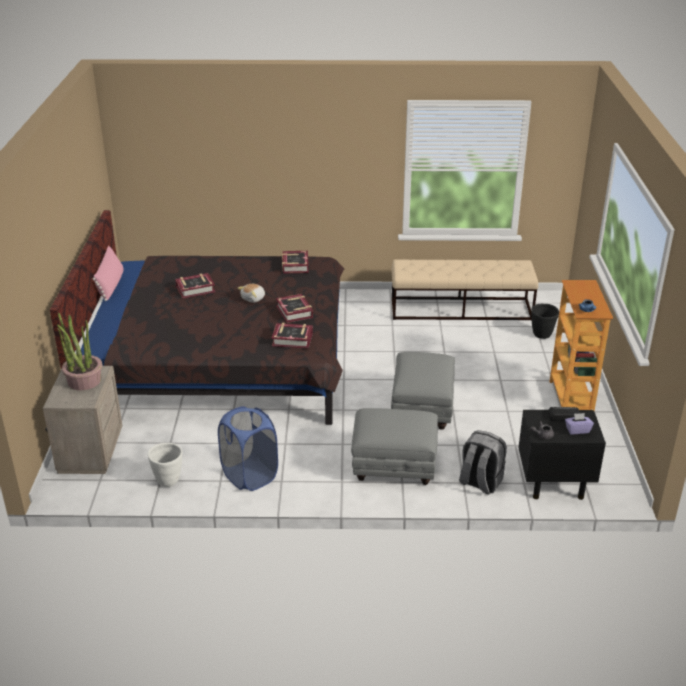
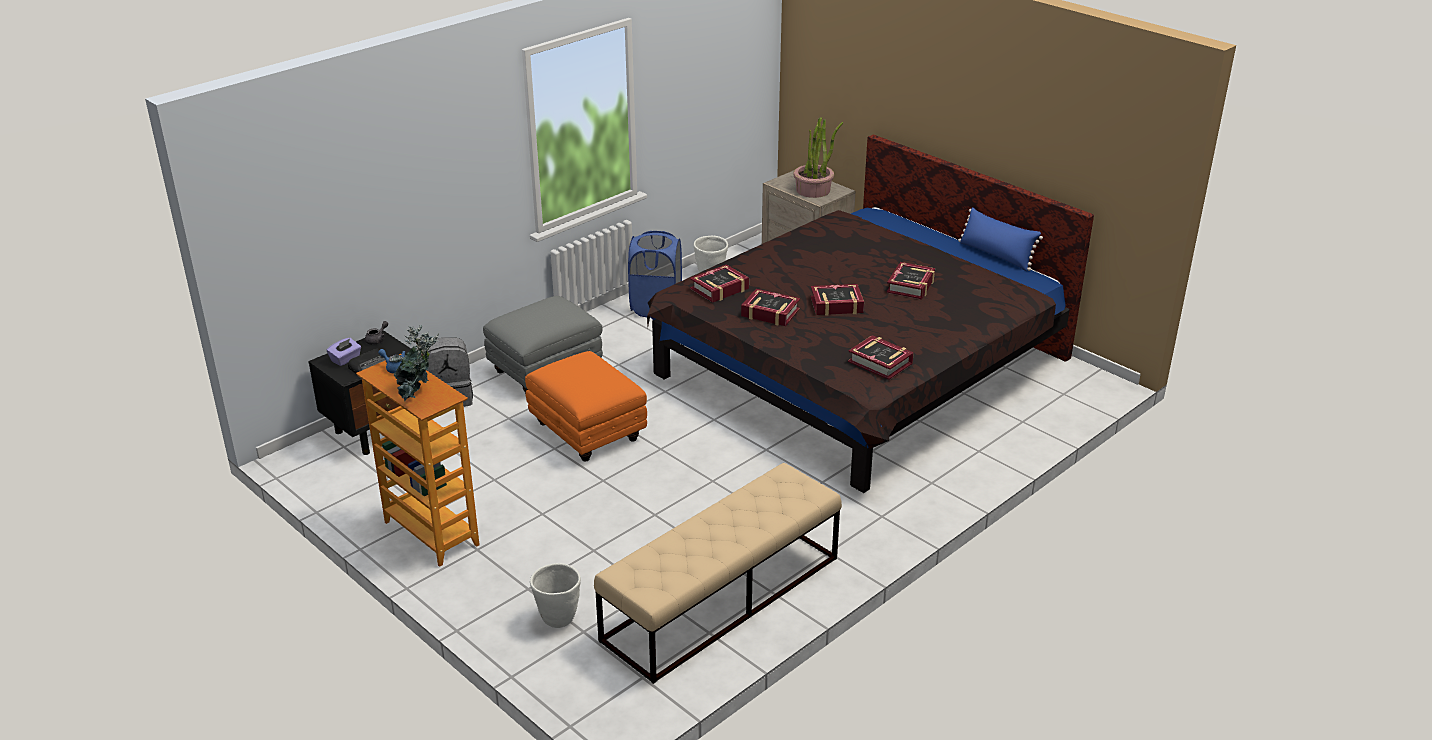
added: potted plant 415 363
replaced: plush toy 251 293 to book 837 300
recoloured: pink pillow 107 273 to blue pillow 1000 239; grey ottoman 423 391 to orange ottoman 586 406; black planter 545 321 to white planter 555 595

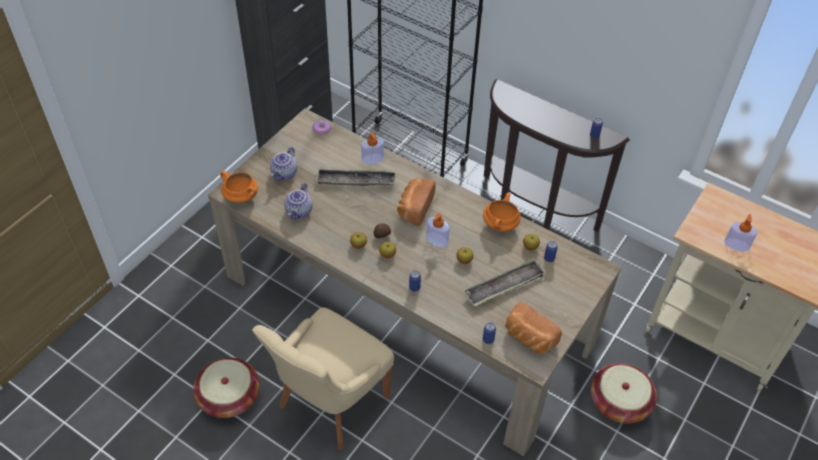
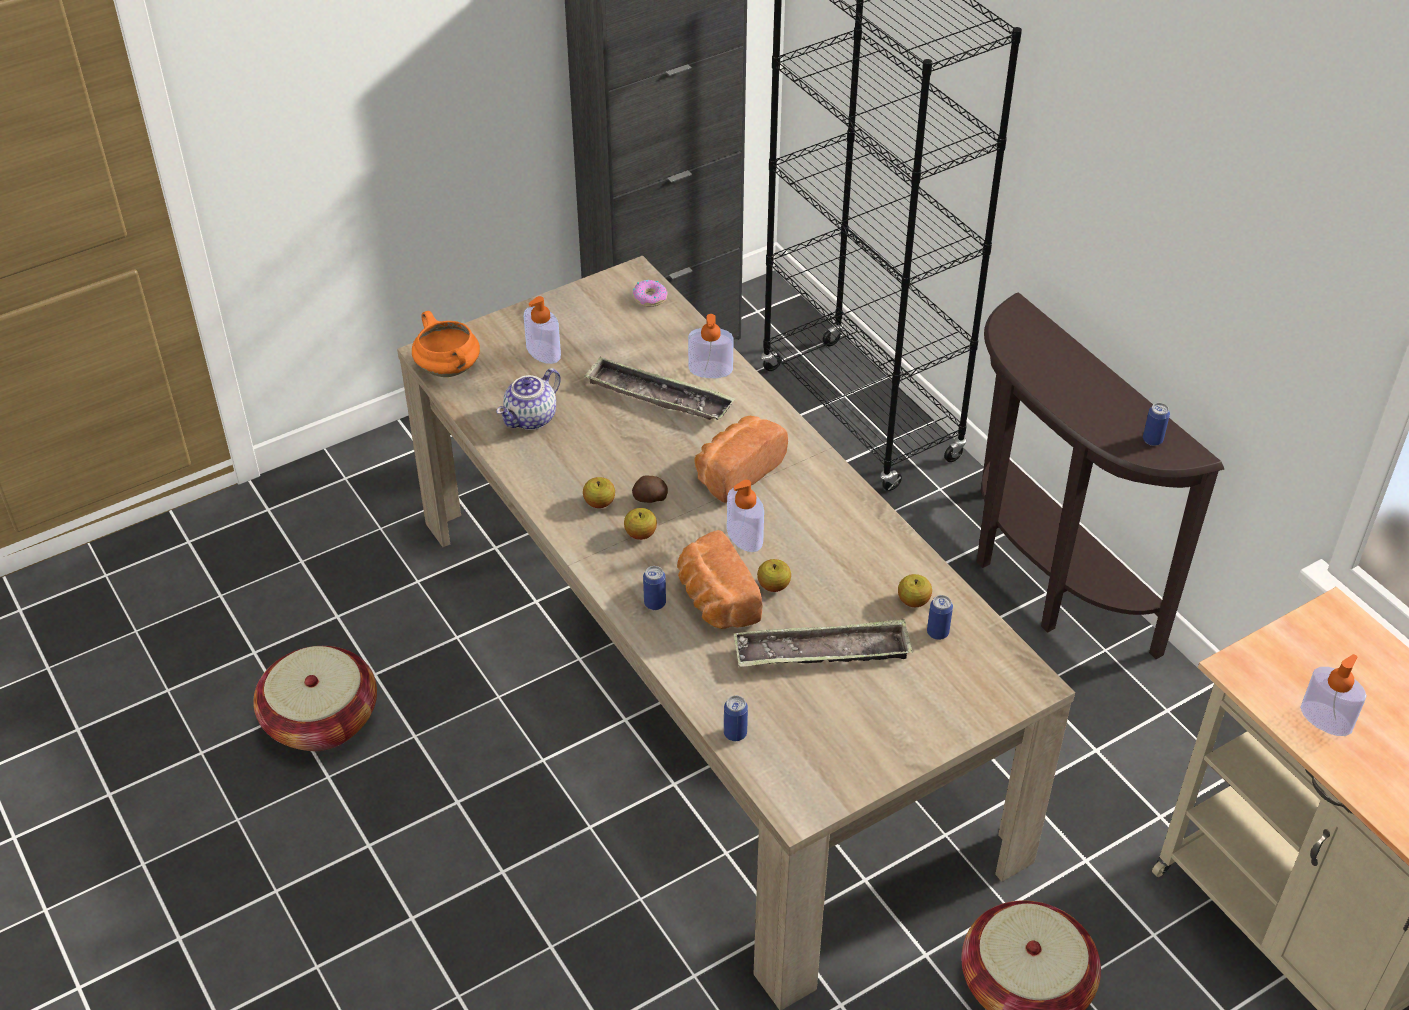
removed: beige chair 323 378; orange cooking pot 502 212
moved: bread 533 328 to 720 579
replaced: teapot 283 164 to soap dispenser 542 330

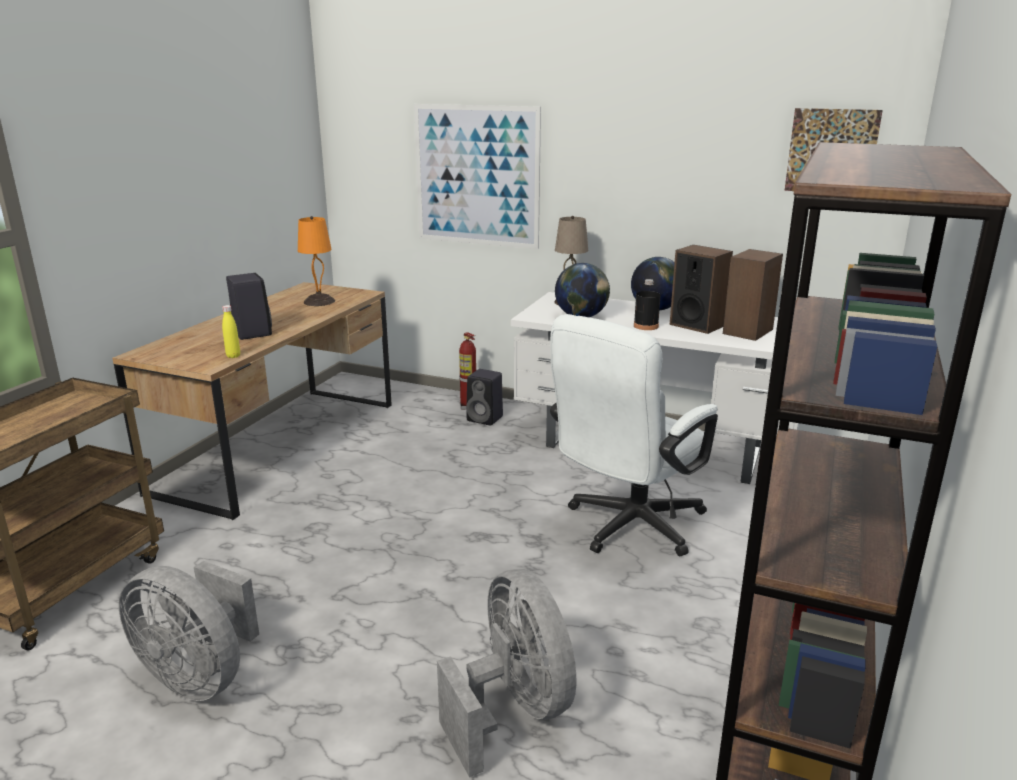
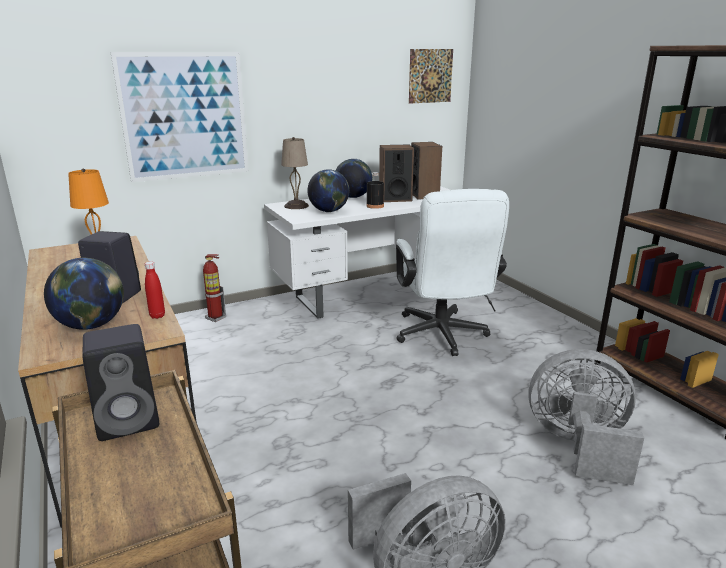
added: globe 84 293
moved: black speaker 484 397 to 121 382
recoloured: yellow bottle 231 331 to red bottle 155 290

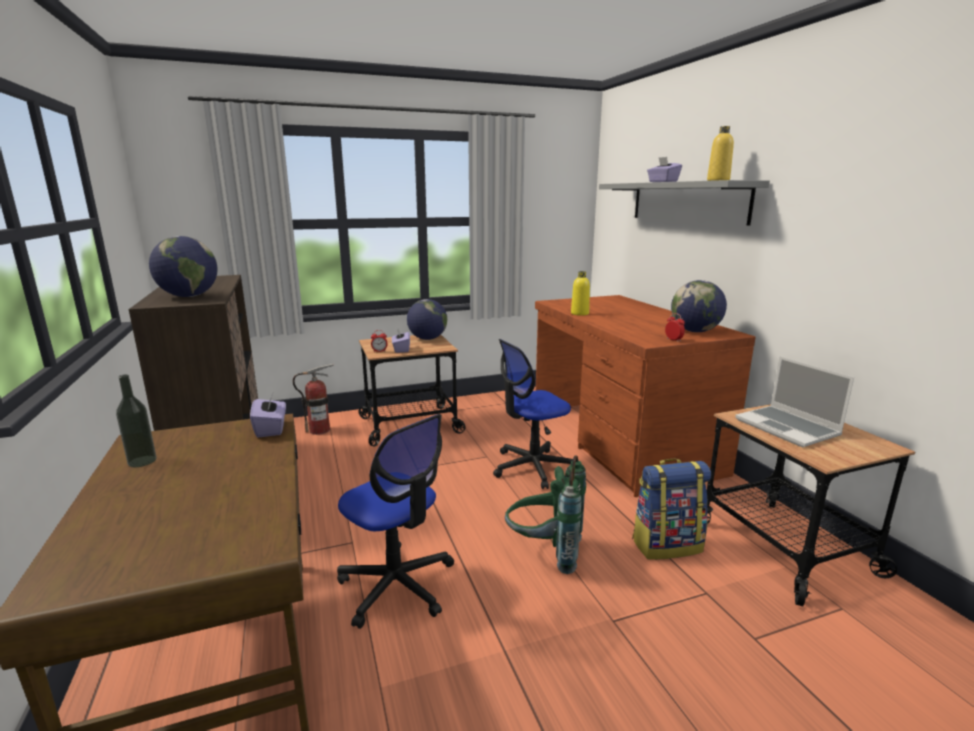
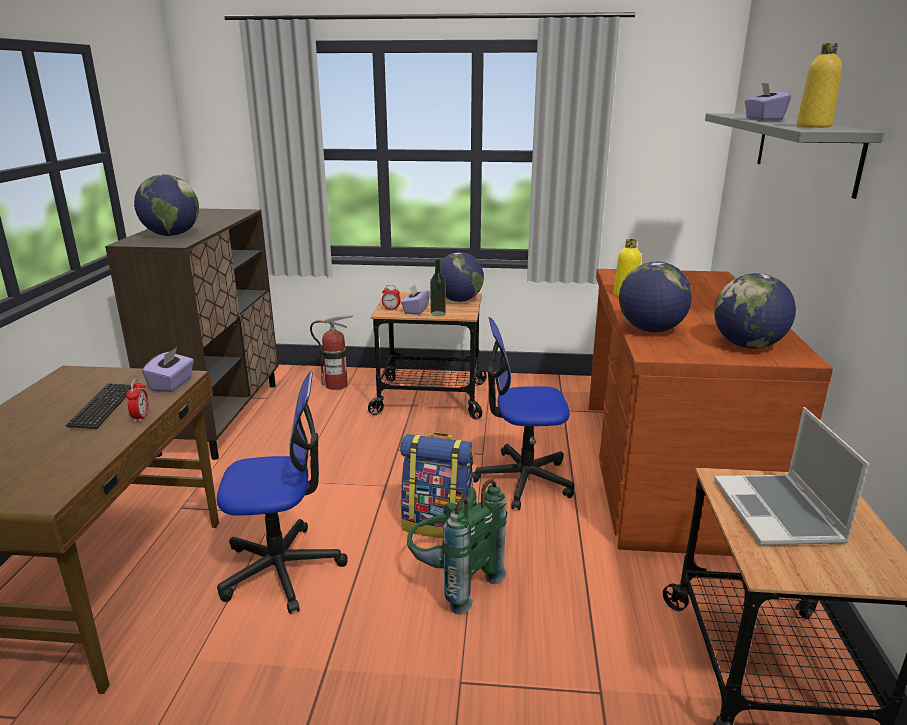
added: keyboard 100 406; globe 655 297
moved: bottle 136 421 to 438 287; backpack 671 509 to 437 485; alarm clock 675 327 to 137 400
turned: office chair 395 521 = 282 493 75 degrees counterclockwise

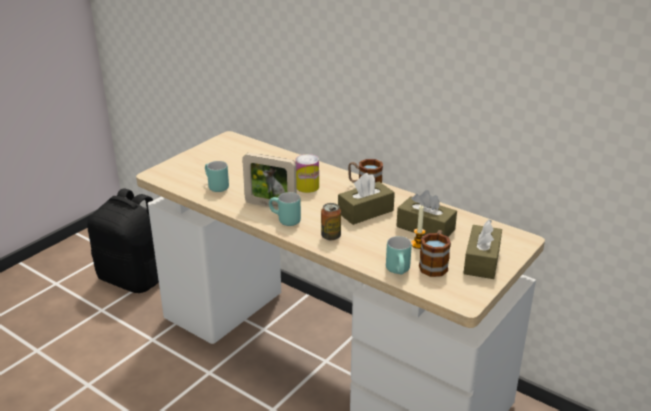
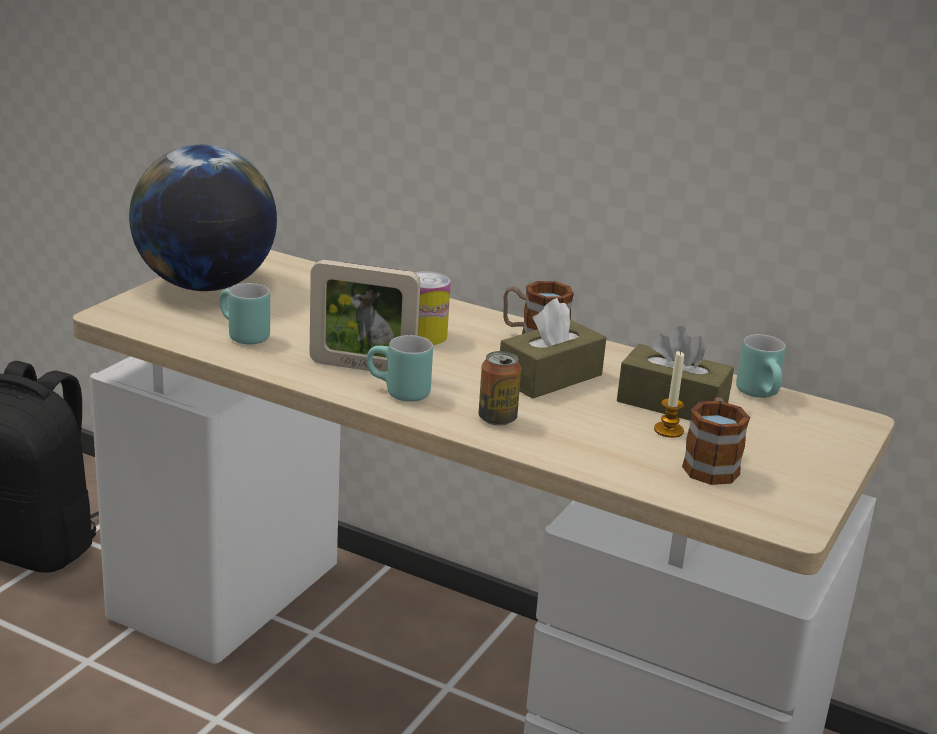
removed: brown tissue box 482 249
added: globe 203 218
moved: turquoise mug 399 255 to 761 366

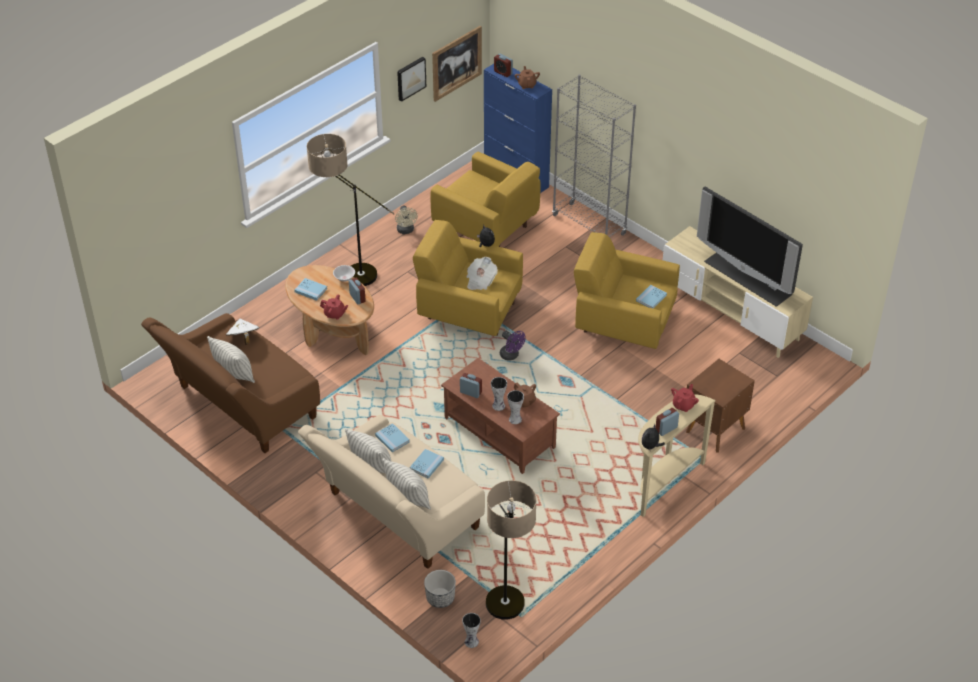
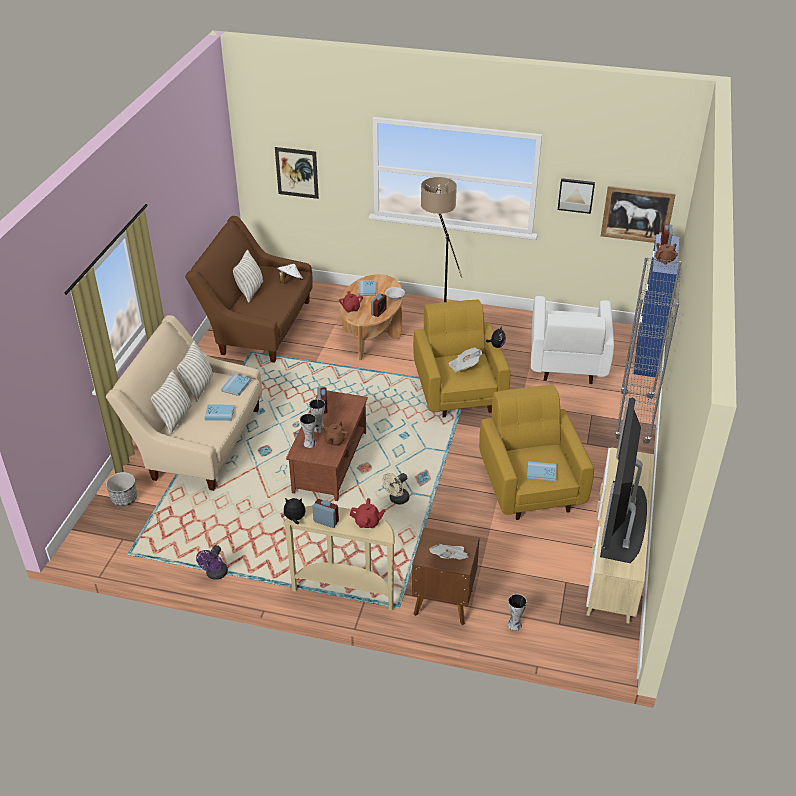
removed: floor lamp 511 550
added: picture 297 173; newspaper 449 552
moved: beige fan 406 219 to 396 489; vase 471 630 to 517 612; purple fan 513 346 to 212 562
recoloured: yellow armchair 486 199 to white armchair 572 340

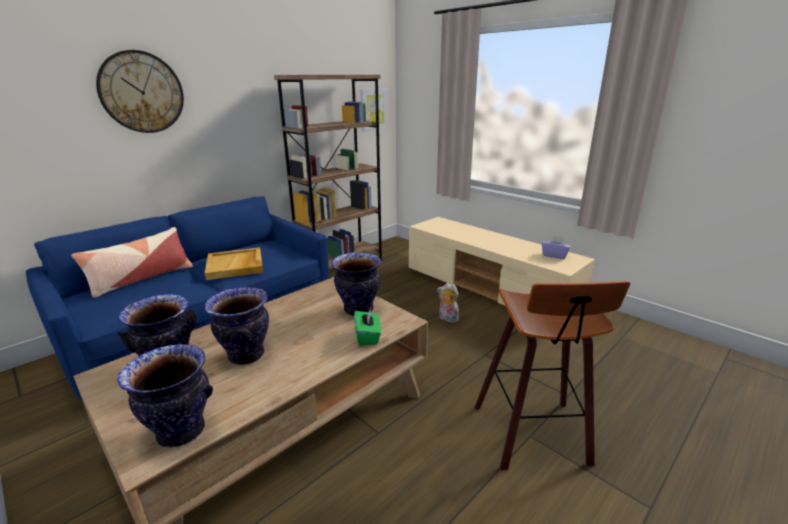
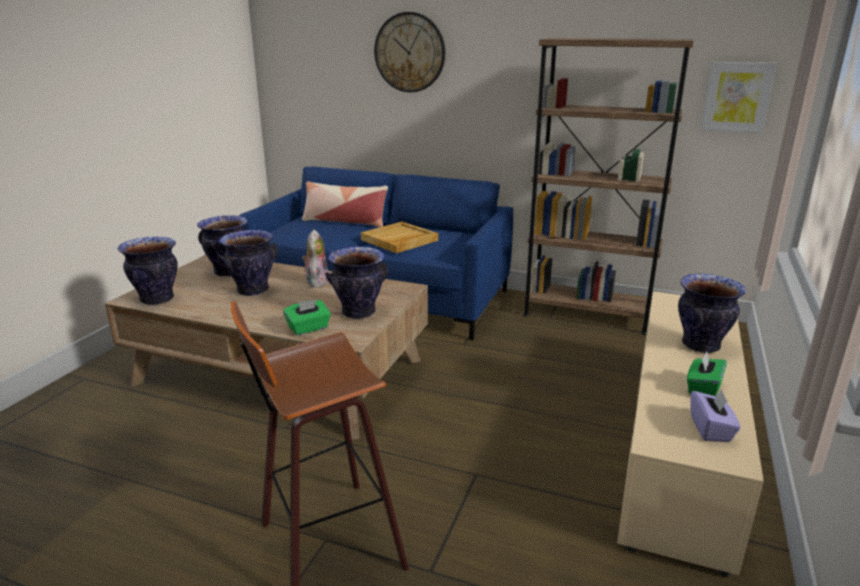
added: vase 712 313; green tissue box 707 374
moved: plush toy 448 303 to 315 258

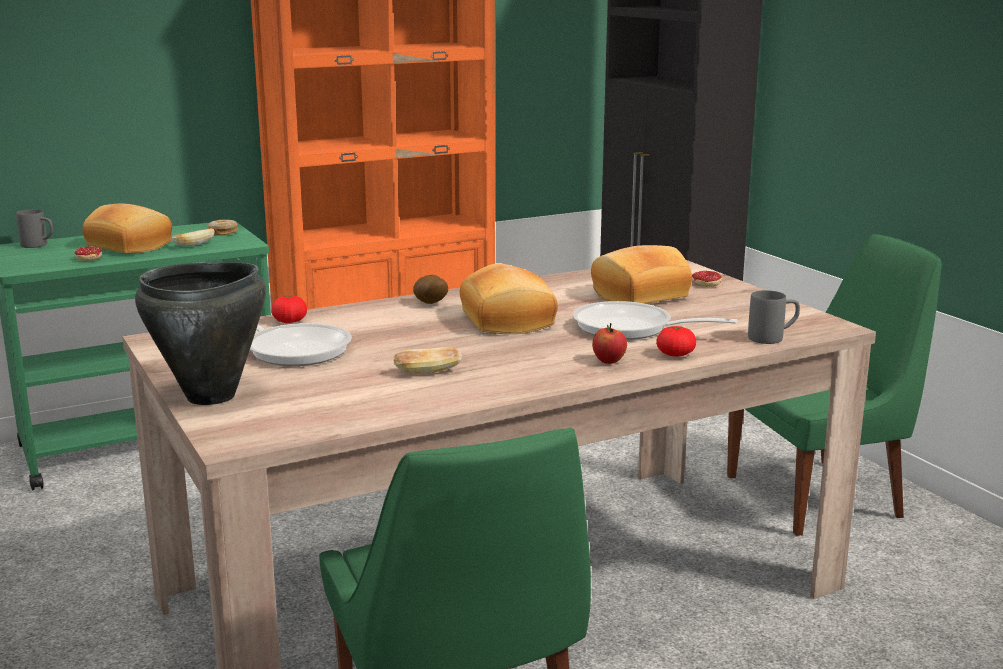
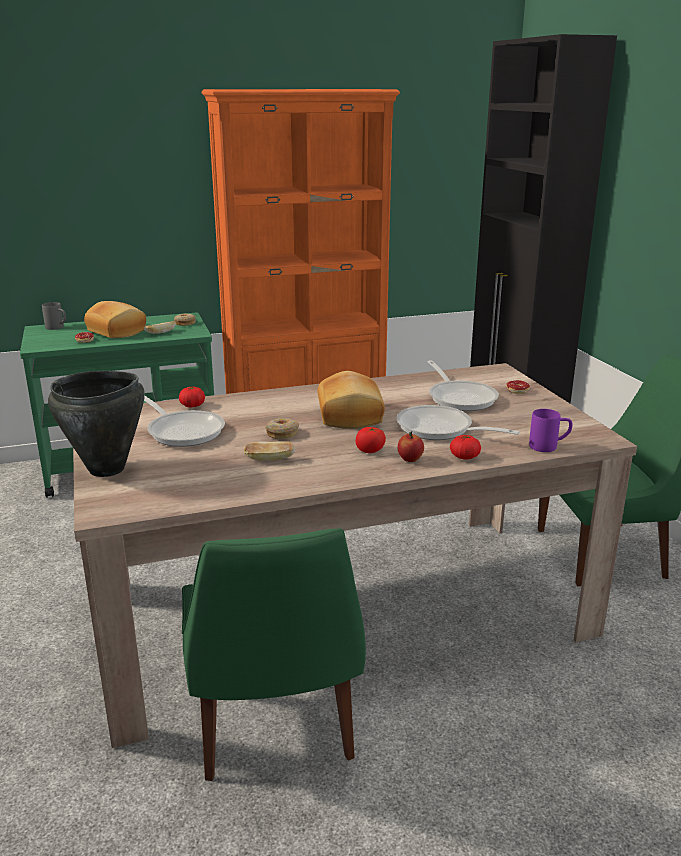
removed: potato 430 289
added: donut 282 428; tomato 371 440
replaced: bread 641 274 to frying pan 463 385
recoloured: grey mug 774 317 to purple mug 551 430

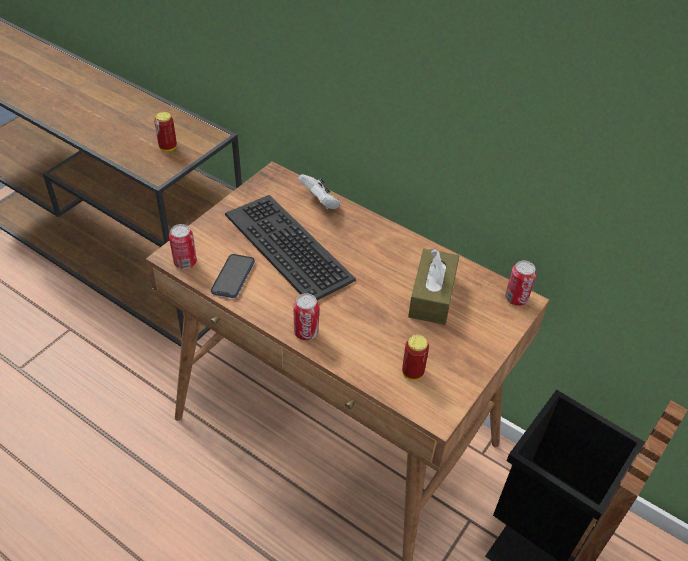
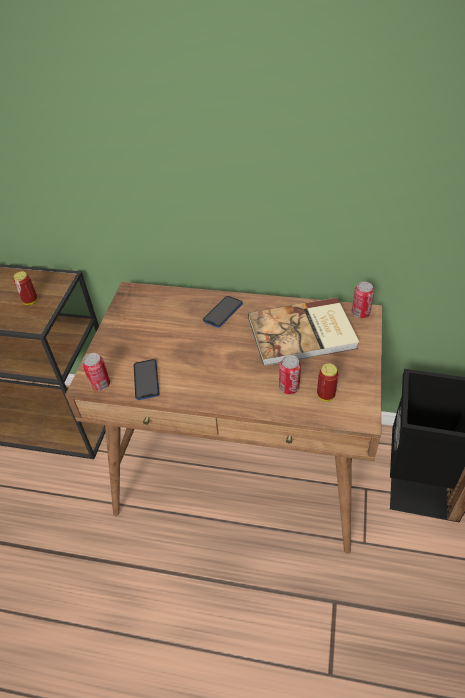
removed: keyboard 290 247; white game controller 319 191
added: phone 223 312
moved: can 306 316 to 290 374
replaced: brown tissue box 433 286 to book 303 332

